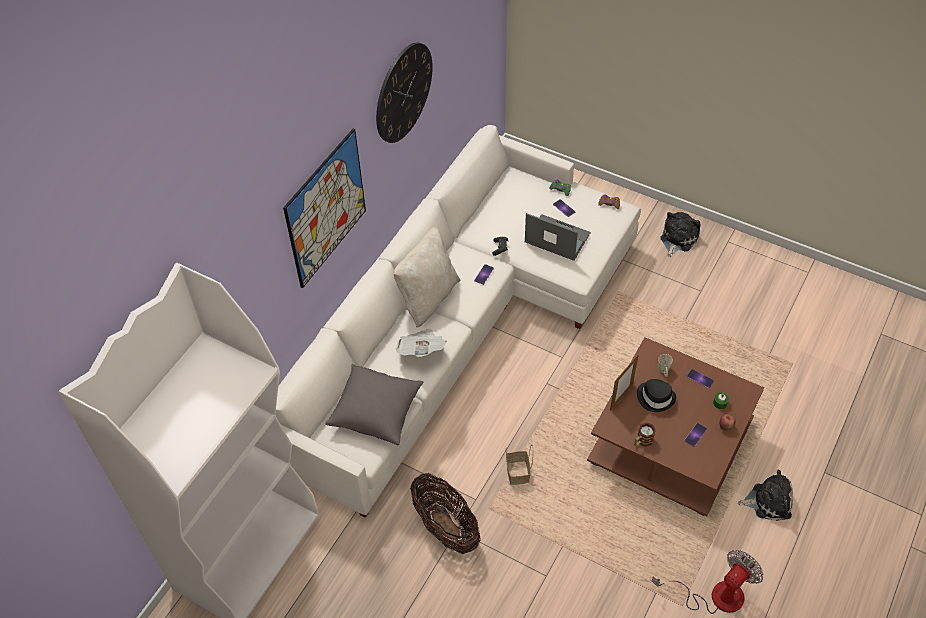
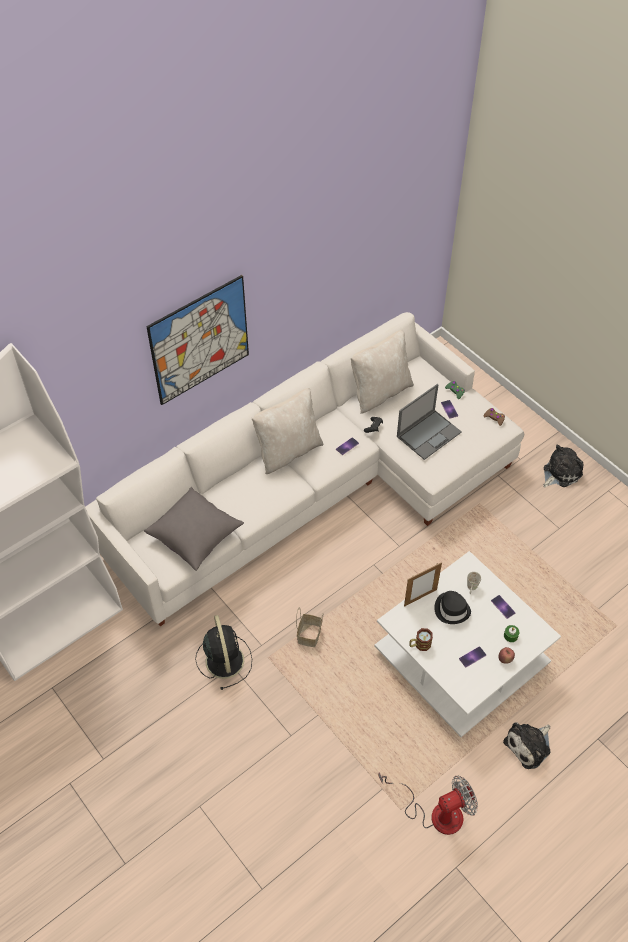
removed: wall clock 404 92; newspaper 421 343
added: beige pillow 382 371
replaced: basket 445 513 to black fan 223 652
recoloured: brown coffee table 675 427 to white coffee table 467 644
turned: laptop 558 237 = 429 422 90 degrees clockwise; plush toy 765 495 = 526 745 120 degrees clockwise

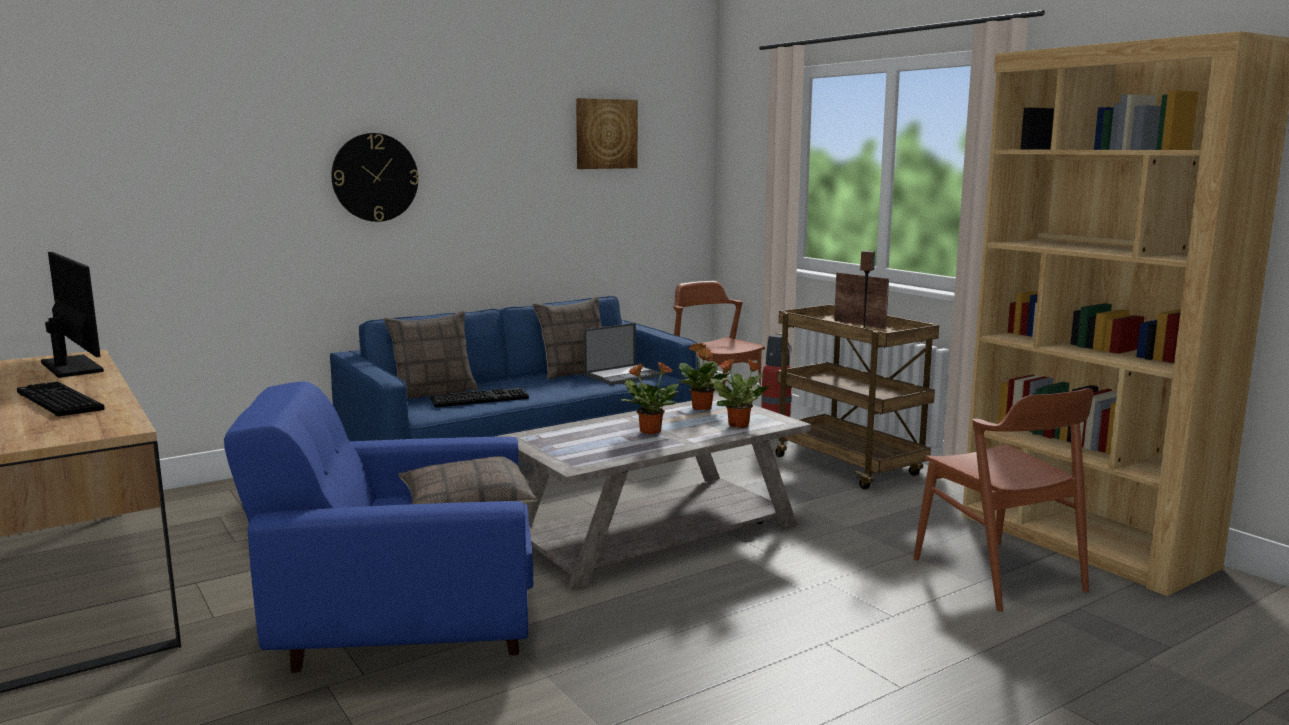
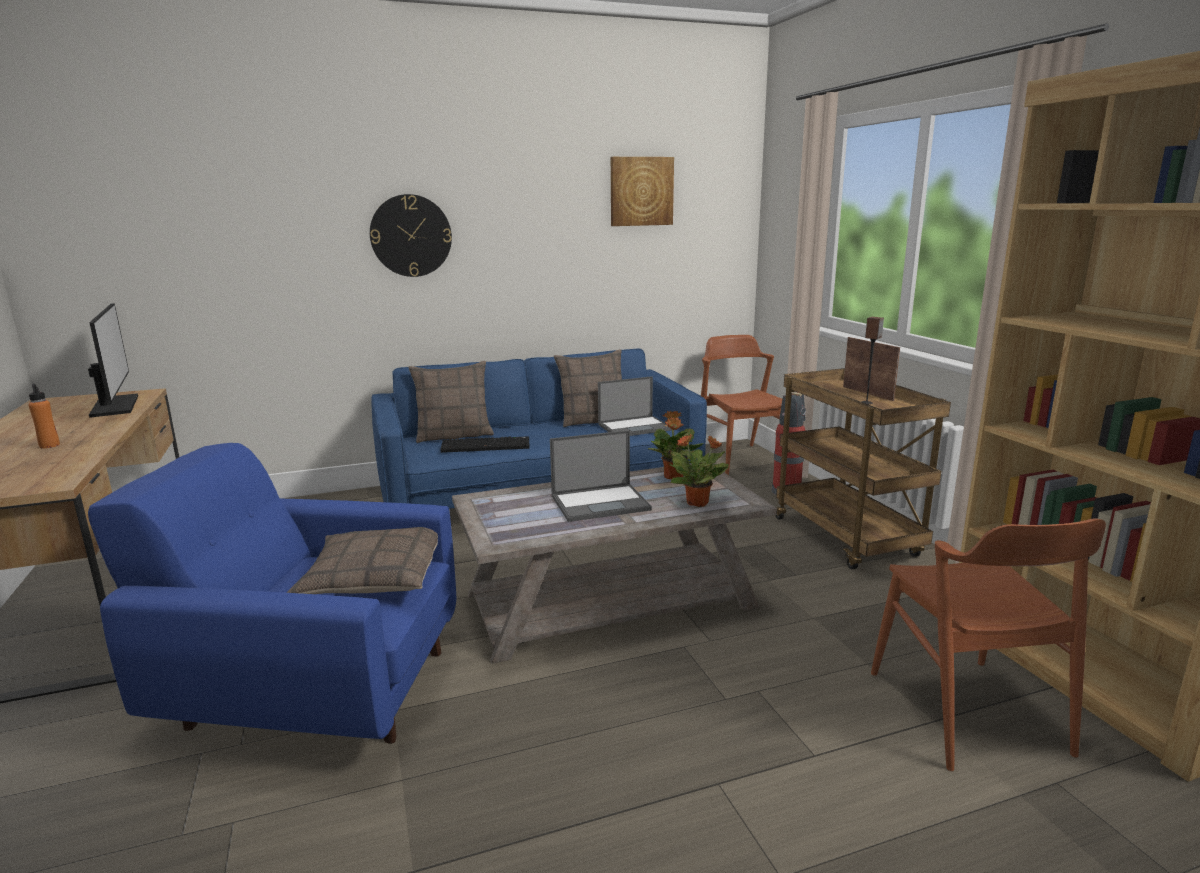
replaced: keyboard 61 399 to orange bottle 44 416; potted plant 650 398 to laptop 601 476

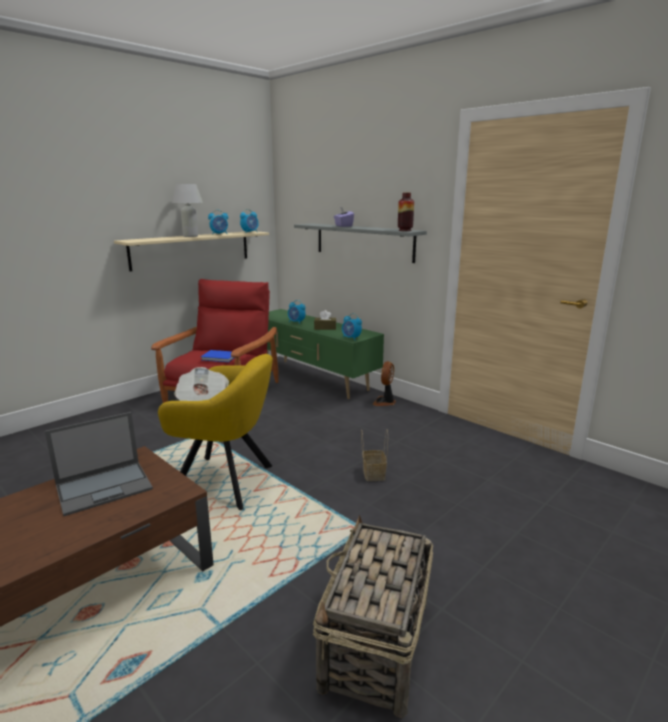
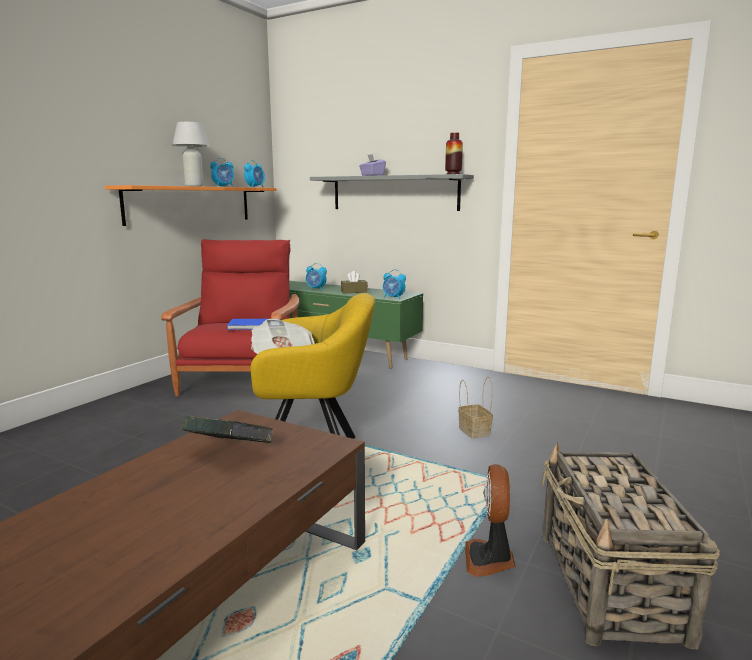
moved: fan 384 383 to 490 520
replaced: laptop 99 464 to book 228 429
recoloured: beige shelf 191 251 to orange shelf 191 205

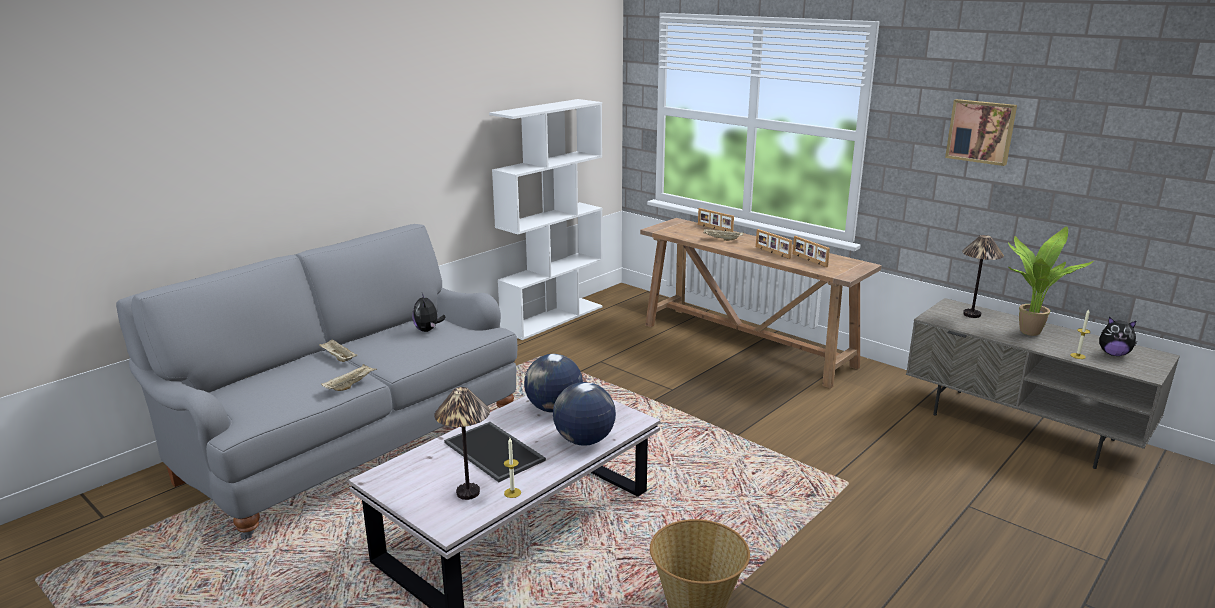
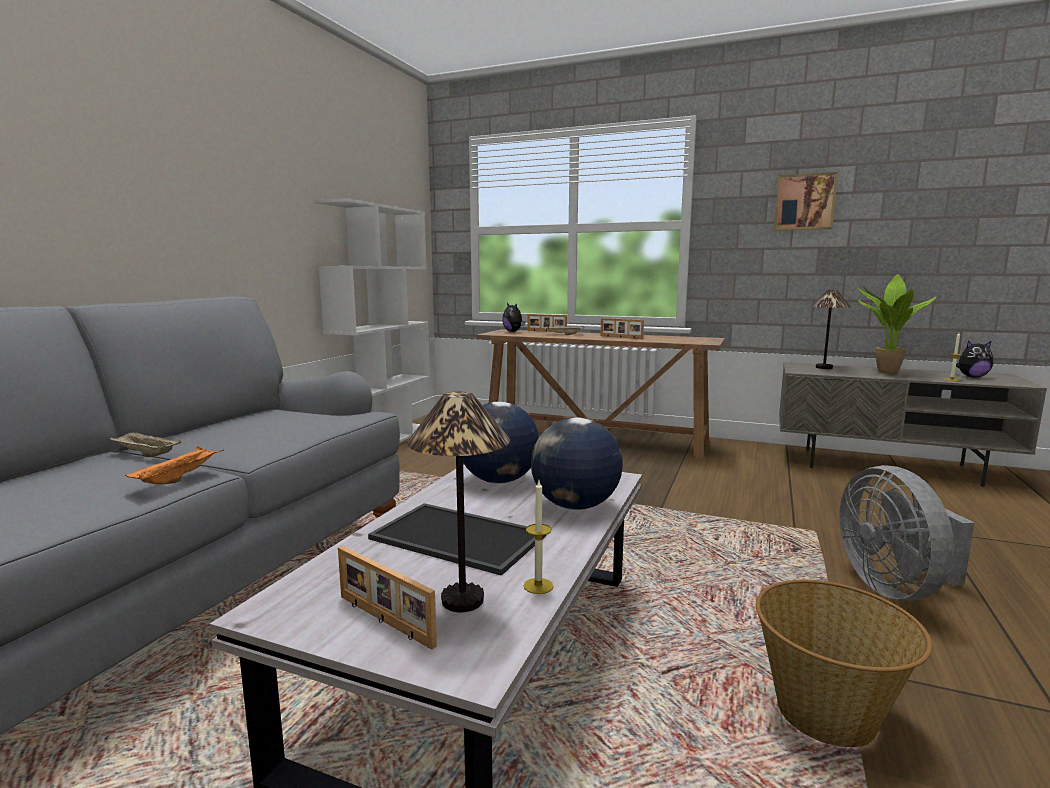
added: grey fan 906 533
moved: plush toy 428 312 to 513 317; picture frame 811 251 to 387 598
recoloured: beige tray 349 377 to orange tray 174 465

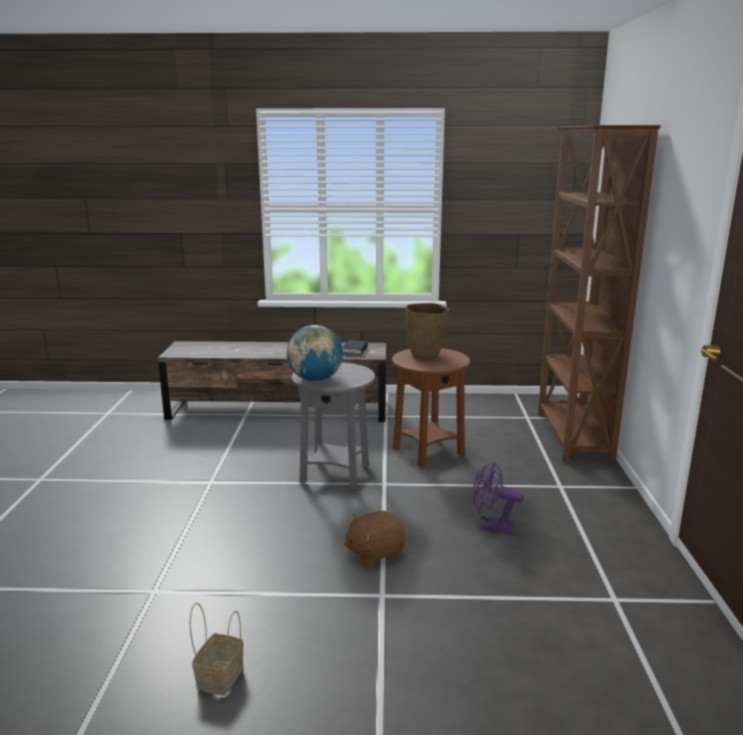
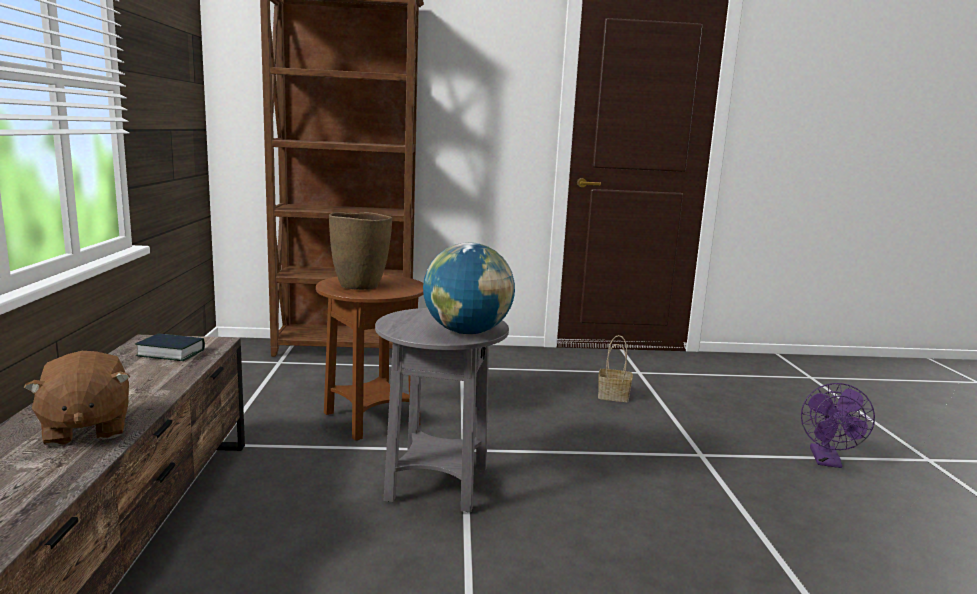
moved: basket 217 649 to 615 368; brown plush toy 375 538 to 76 398; purple fan 498 497 to 838 425

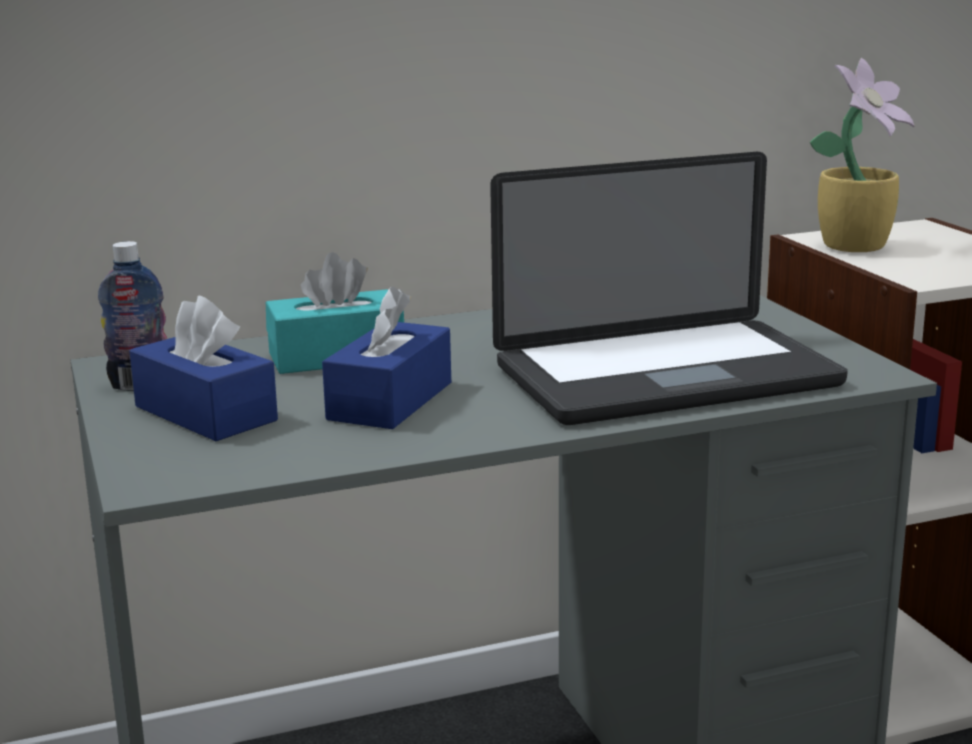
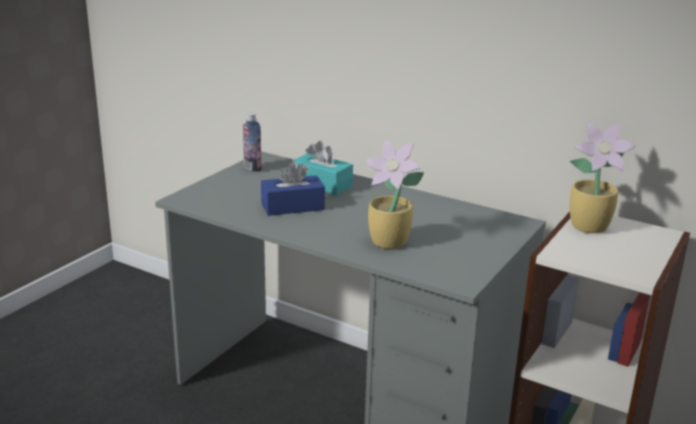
removed: blue tissue box 203 368
replaced: laptop 669 288 to potted plant 395 194

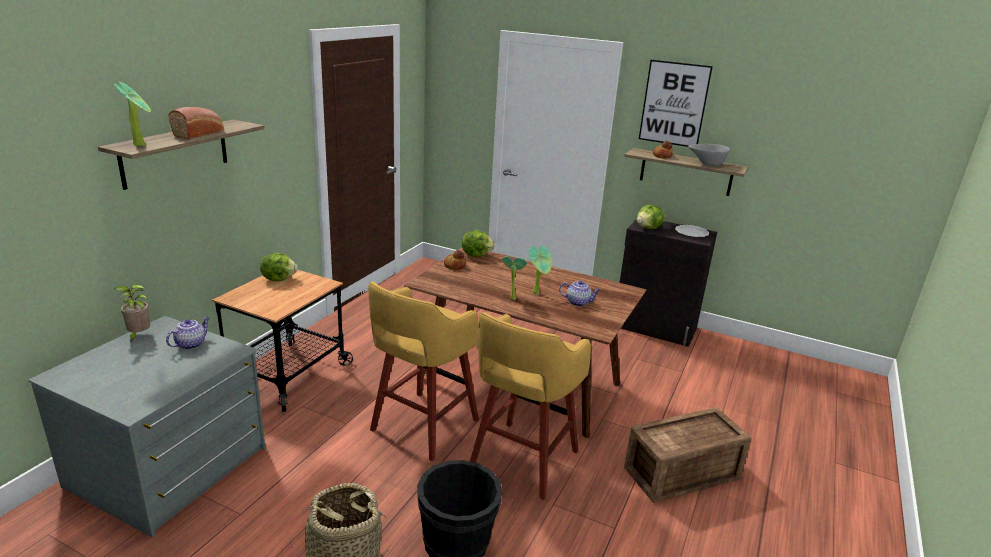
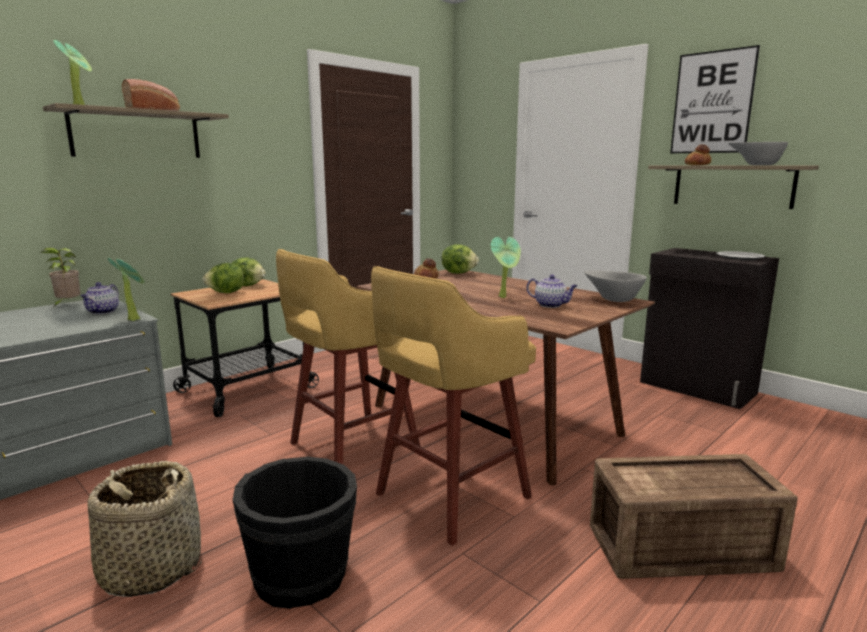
added: grey bowl 615 286
moved: potted plant 514 278 to 126 289; lettuce 650 217 to 223 278
turned: teapot 188 333 = 99 298 135 degrees clockwise

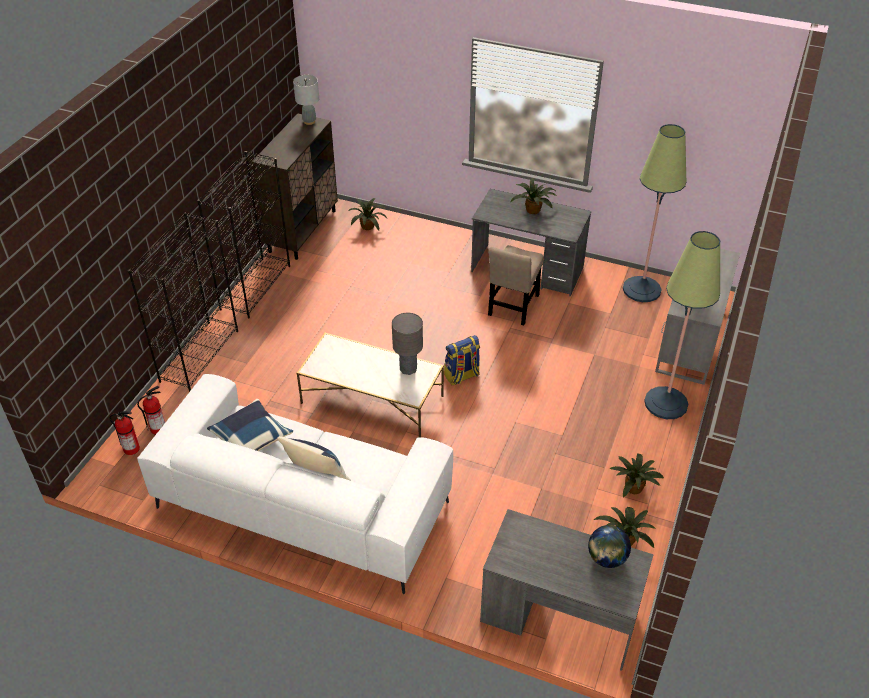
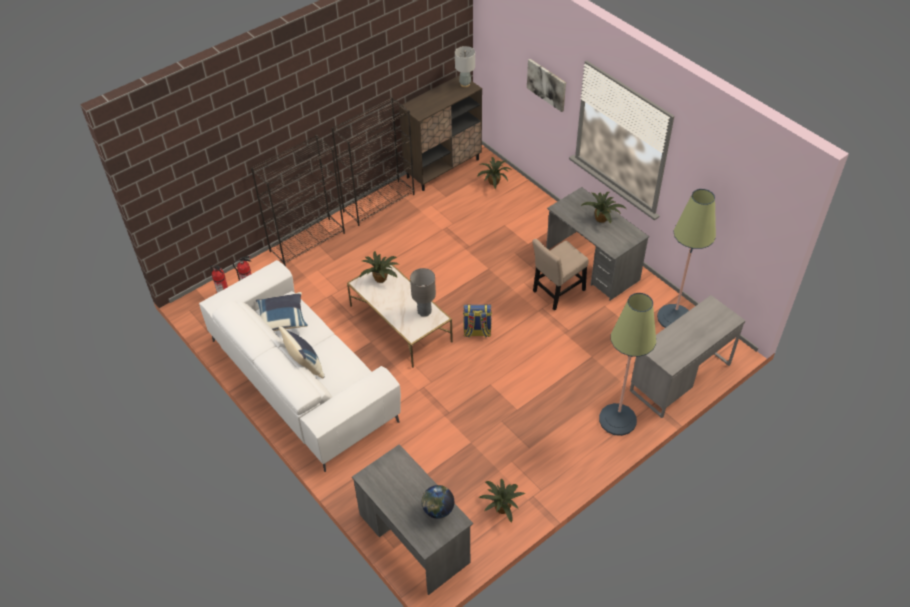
added: picture 546 85
moved: potted plant 636 475 to 379 267

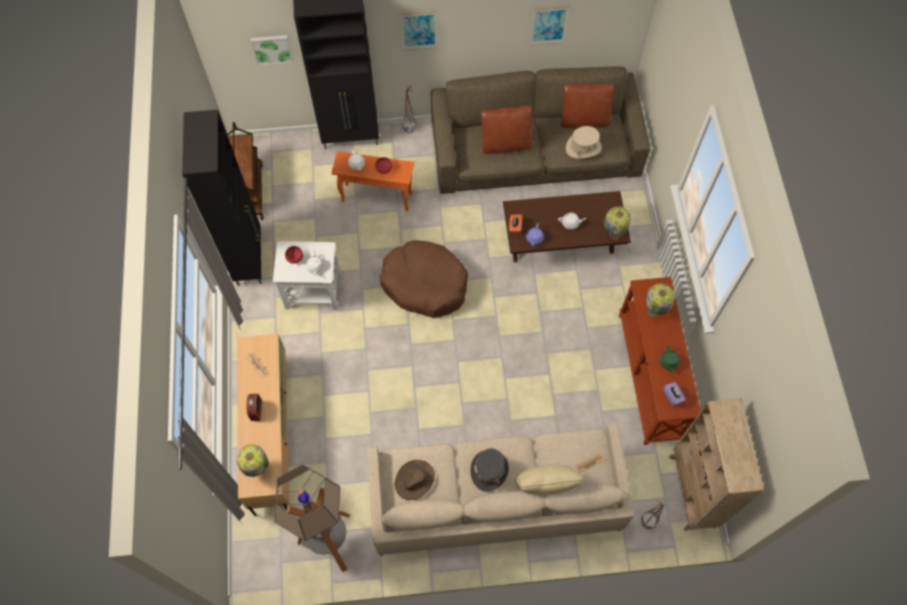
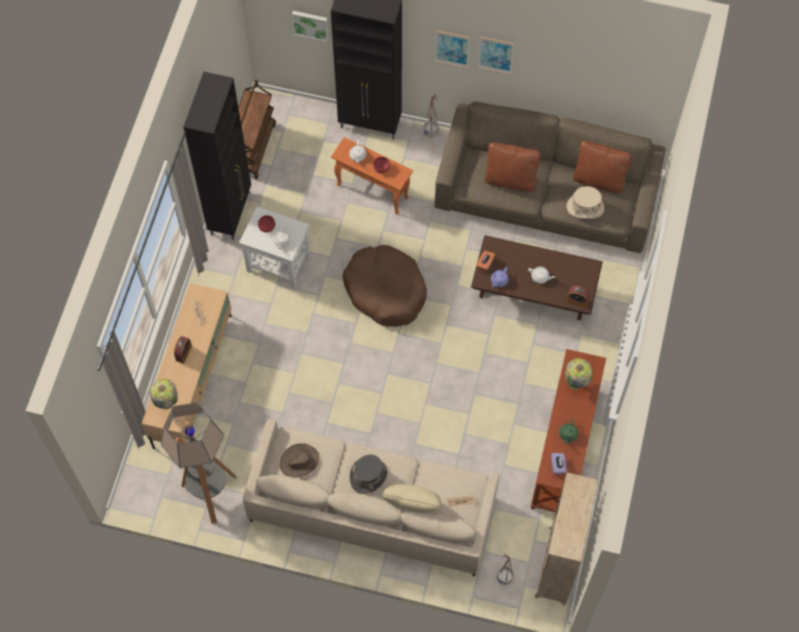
moved: picture 549 25 to 496 55
replaced: table lamp 617 223 to alarm clock 578 297

